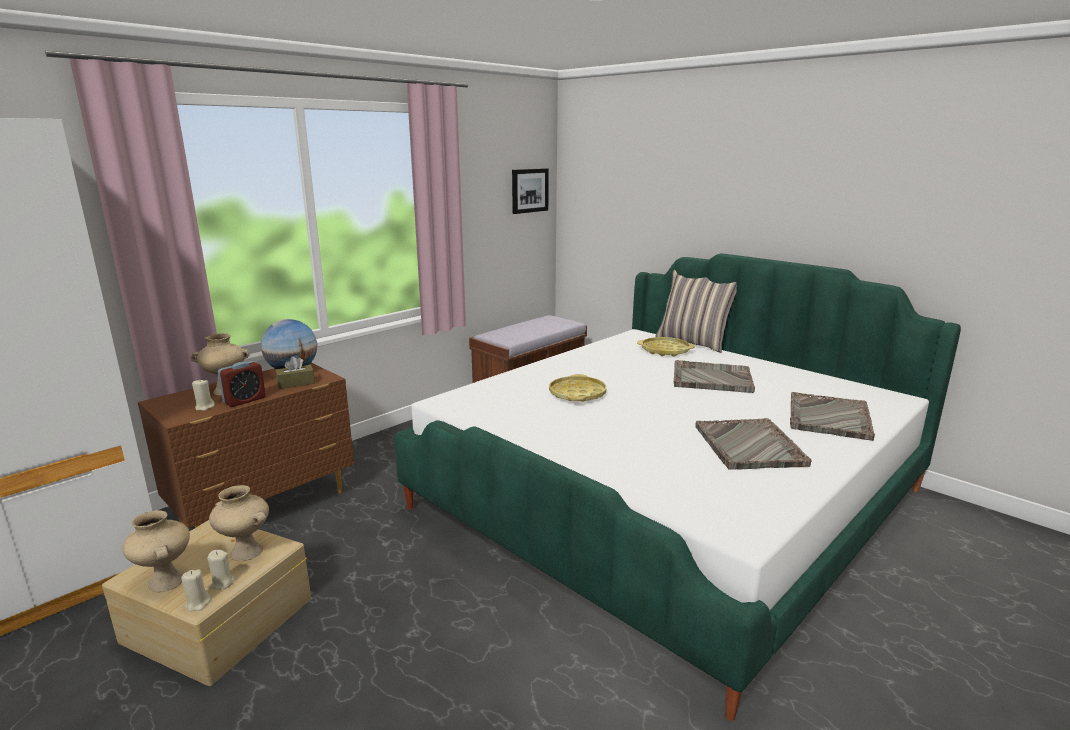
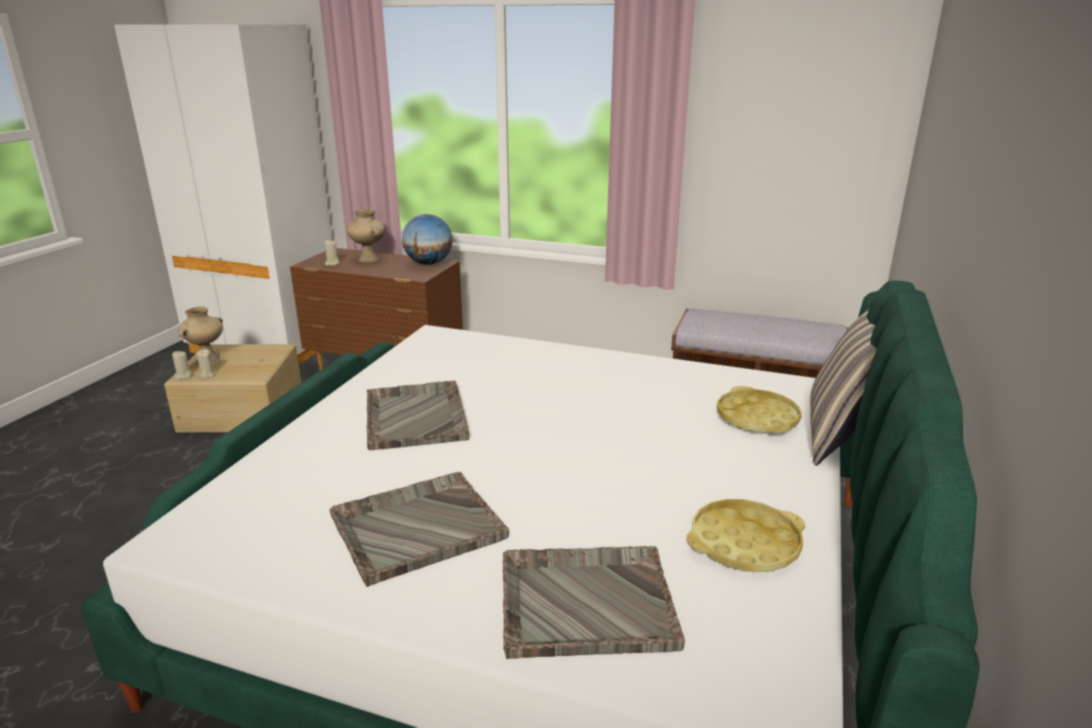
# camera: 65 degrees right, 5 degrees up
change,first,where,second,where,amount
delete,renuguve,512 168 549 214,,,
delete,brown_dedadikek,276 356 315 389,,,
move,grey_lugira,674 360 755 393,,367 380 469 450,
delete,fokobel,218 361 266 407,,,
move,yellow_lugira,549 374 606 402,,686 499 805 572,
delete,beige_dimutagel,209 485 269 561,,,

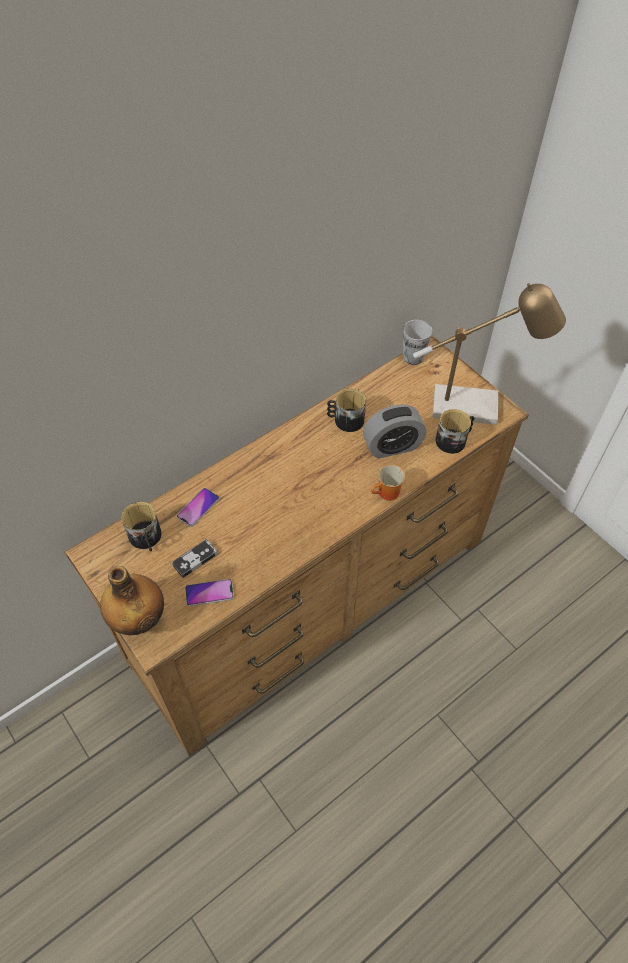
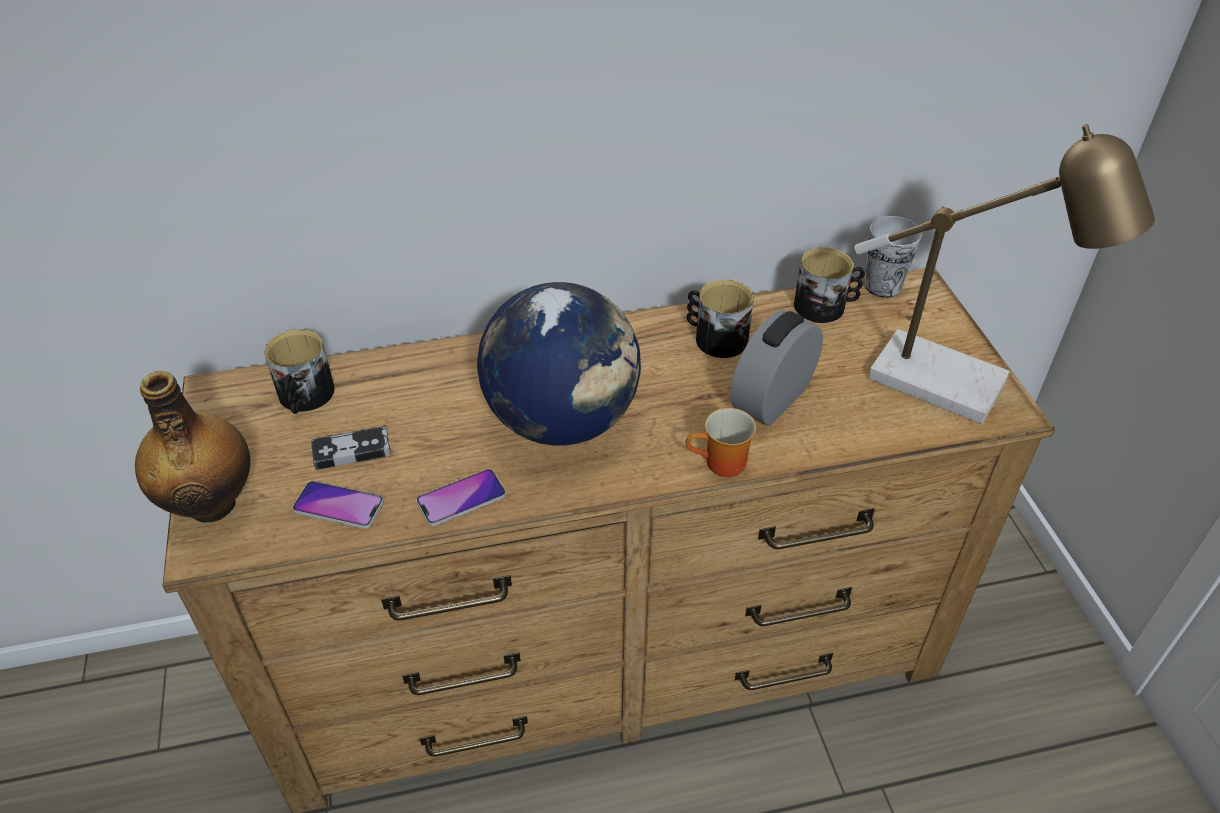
# camera: 25 degrees right, 10 degrees down
change,first,where,second,where,amount
rotate,fokobel,363 404 426 458,,730 310 823 425,120 degrees clockwise
move,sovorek,435 409 475 454,,794 247 865 323,
move,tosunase,177 488 219 527,,416 469 506 526,
insert,,,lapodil,477 282 641 446,

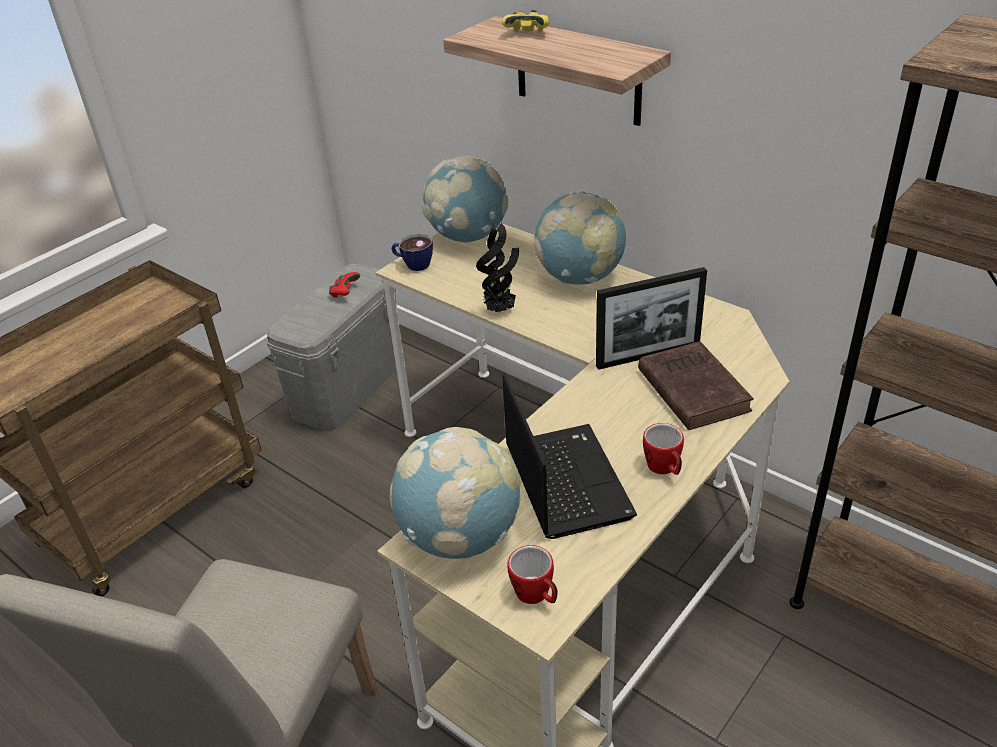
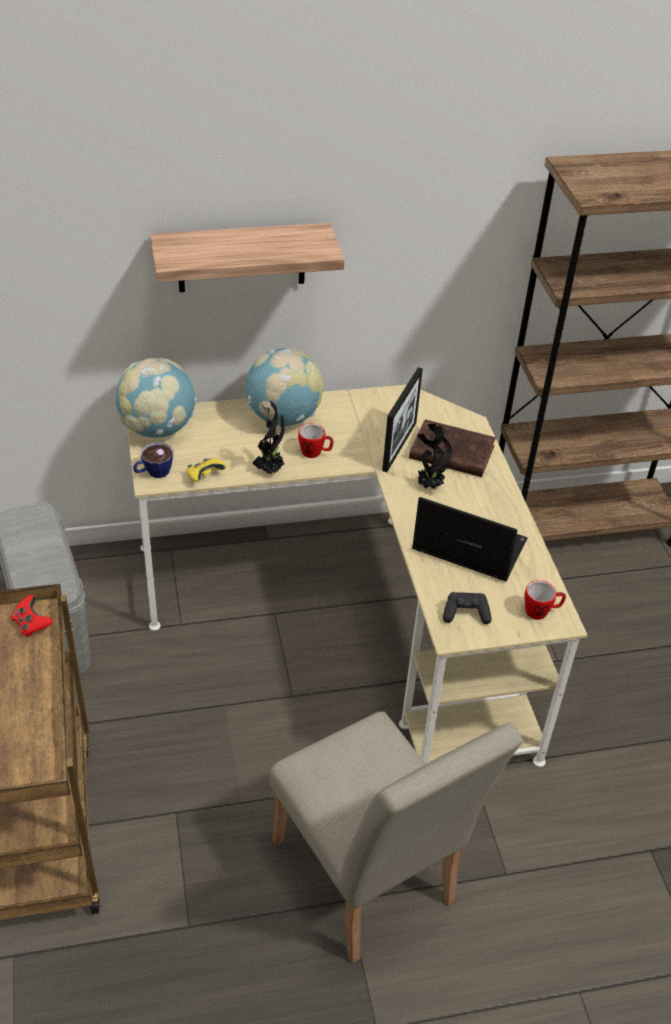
# camera: 55 degrees left, 5 degrees up
change,first,where,second,where,amount
move,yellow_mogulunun,502 10 549 31,,186 458 226 482,
move,red_mogulunun,329 272 360 298,,11 595 53 637,
move,sovorek,643 423 684 475,,298 423 333 458,
replace,lapodil,390 427 520 559,black_mogulunun,443 592 492 624,
insert,,,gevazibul,417 424 452 489,

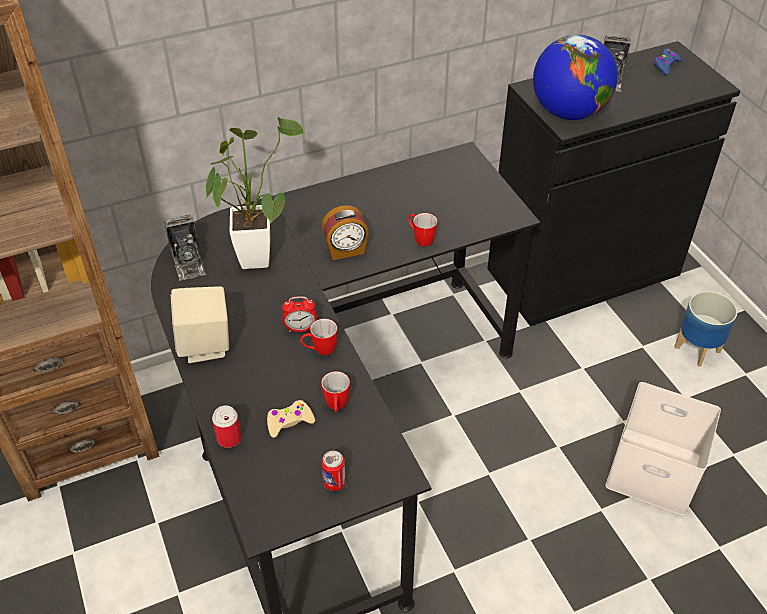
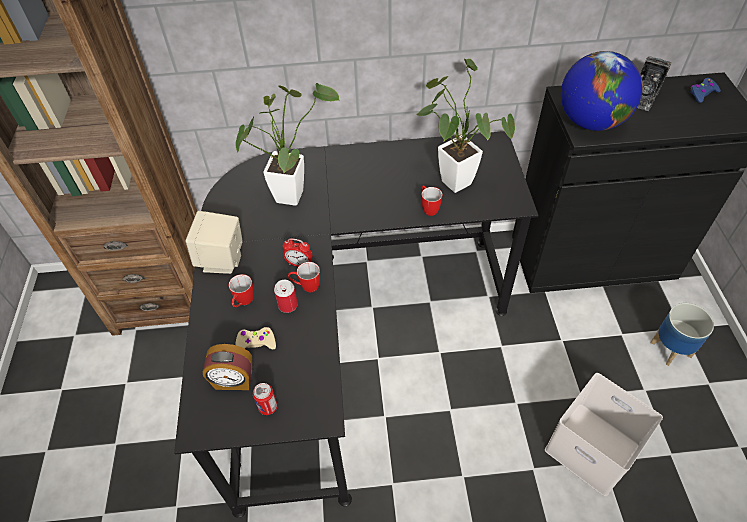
# camera: 20 degrees right, 5 degrees up
change,first,where,second,where,amount
move,fokobel,322 205 369 260,,203 344 252 390,
delete,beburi,164 214 206 281,,,
move,sovorek,321 371 350 412,,229 274 254 307,
move,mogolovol,212 406 242 448,,274 280 298 313,
insert,,,gevazibul,417 59 515 193,

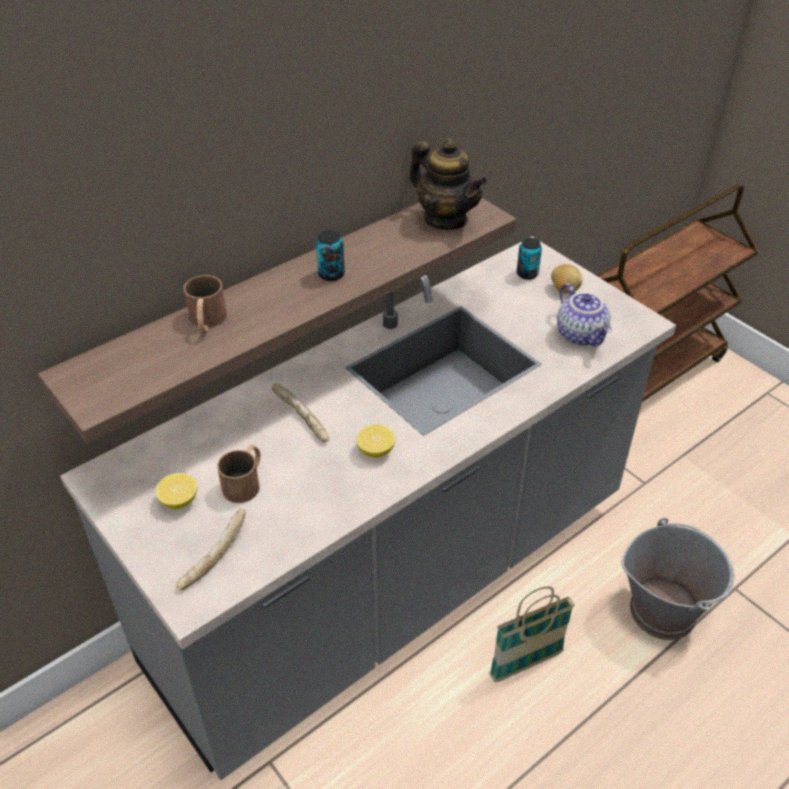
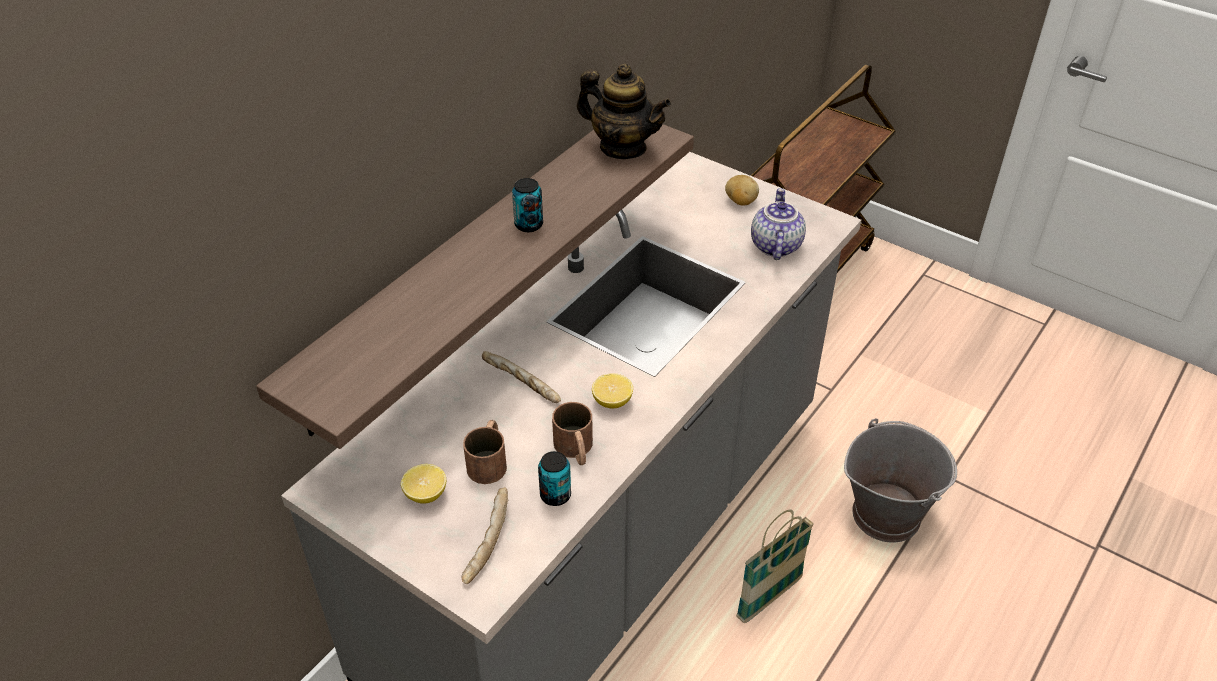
# camera: 15 degrees left, 0 degrees up
change,first,where,second,where,amount
move,mogolovol,517 238 542 280,,538 451 571 506,
move,brown_sovorek,184 275 227 333,,552 402 593 465,
rotate,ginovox,557 283 612 346,,751 188 806 260,135 degrees counterclockwise

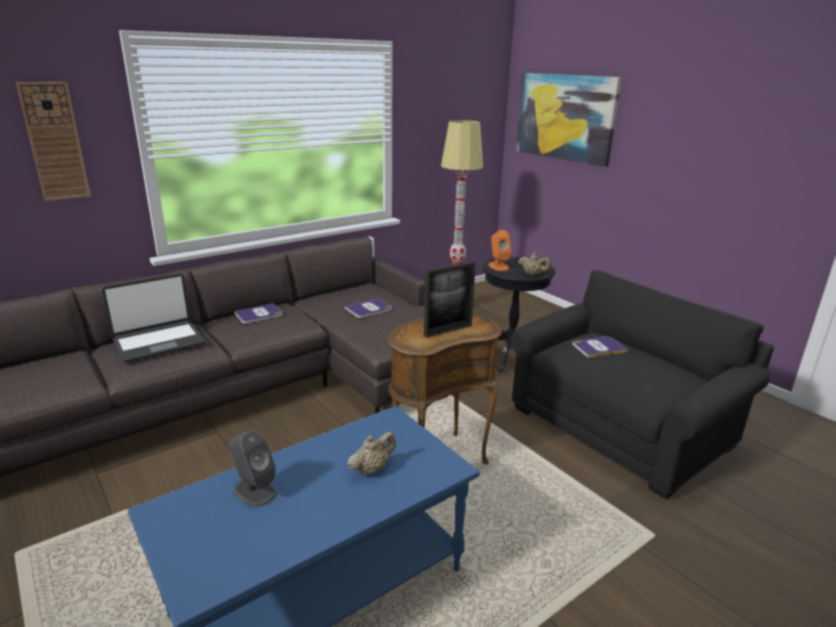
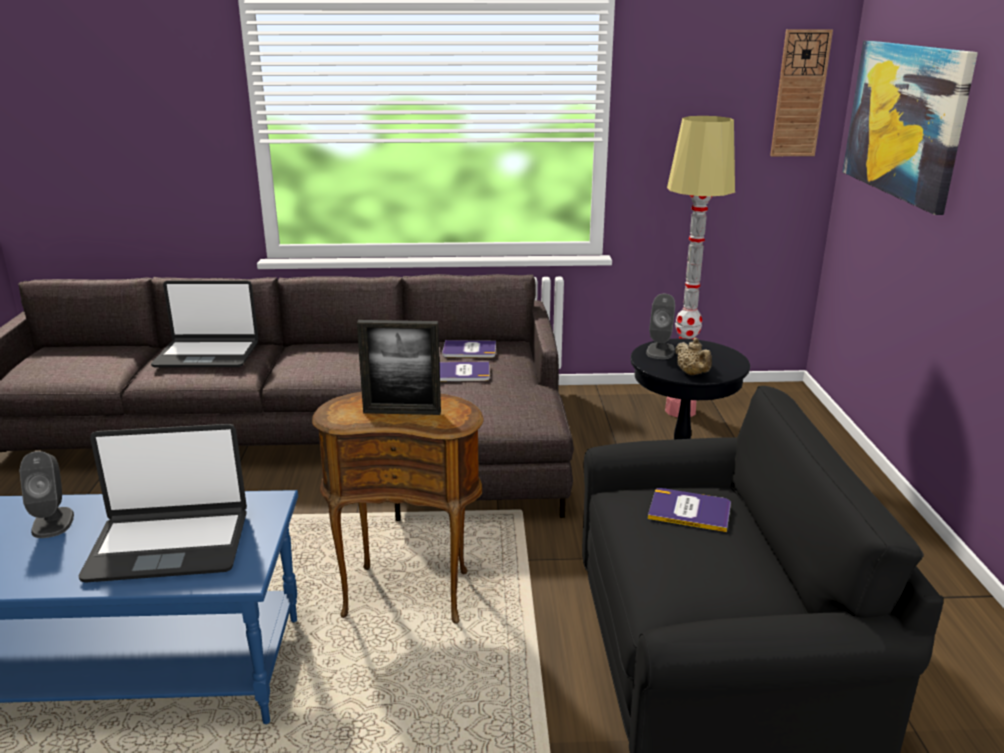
# camera: 35 degrees right, 0 degrees up
change,first,where,second,where,amount
move,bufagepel,16 82 91 201,,770 29 833 156,
recolor,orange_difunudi,489 230 511 271,grey_difunudi,646 294 675 359,
move,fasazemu,234 303 283 324,,442 340 496 358,
replace,beige_ginovox,347 432 396 476,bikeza,79 424 247 583,

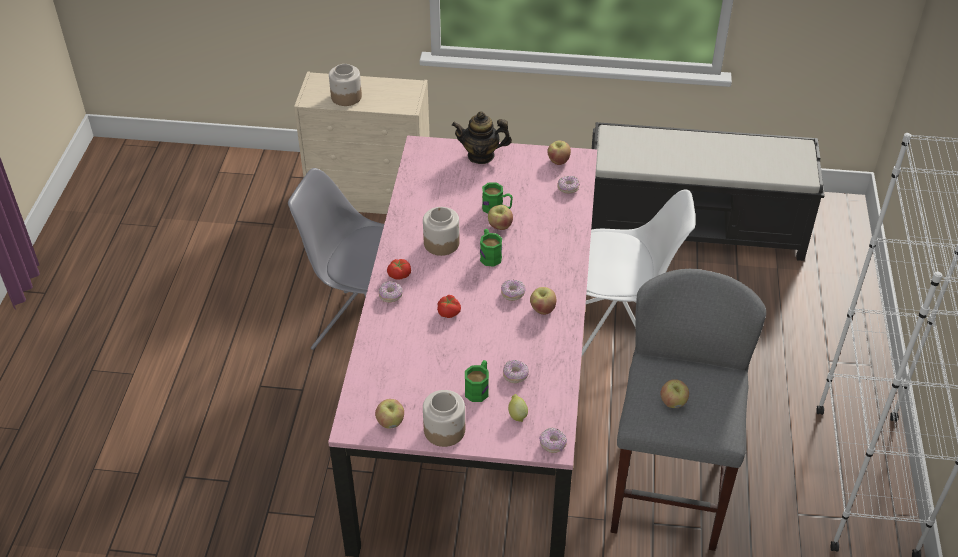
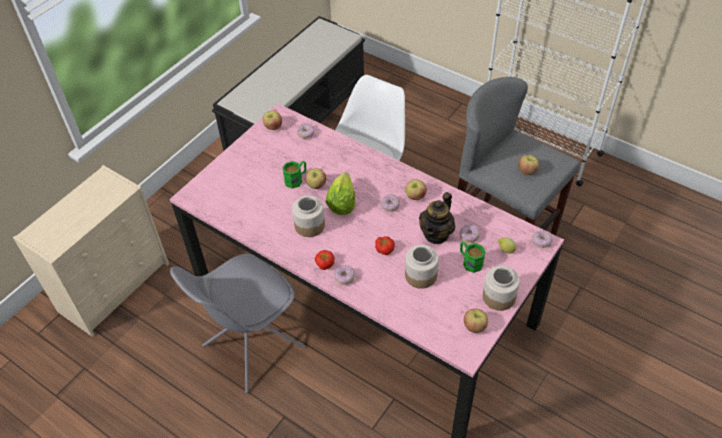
# camera: 60 degrees left, 5 degrees up
change,first,where,second,where,amount
move,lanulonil,329 64 362 106,,405 245 439 289,
move,ginovox,452 111 512 164,,419 192 455 244,
replace,green_sovorek,480 229 502 267,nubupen,325 172 356 215,

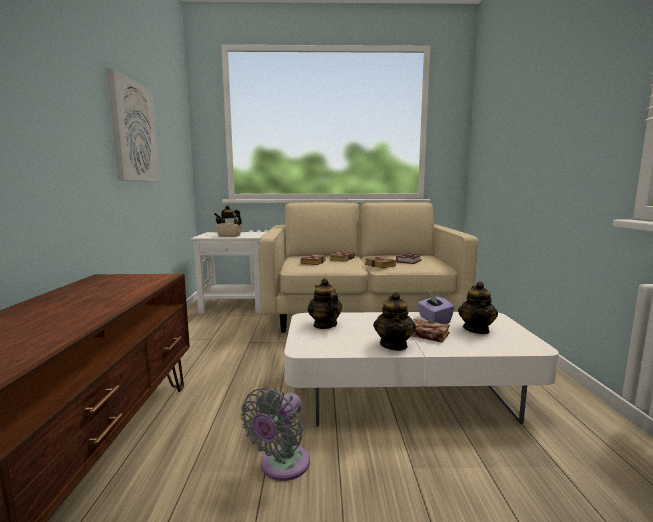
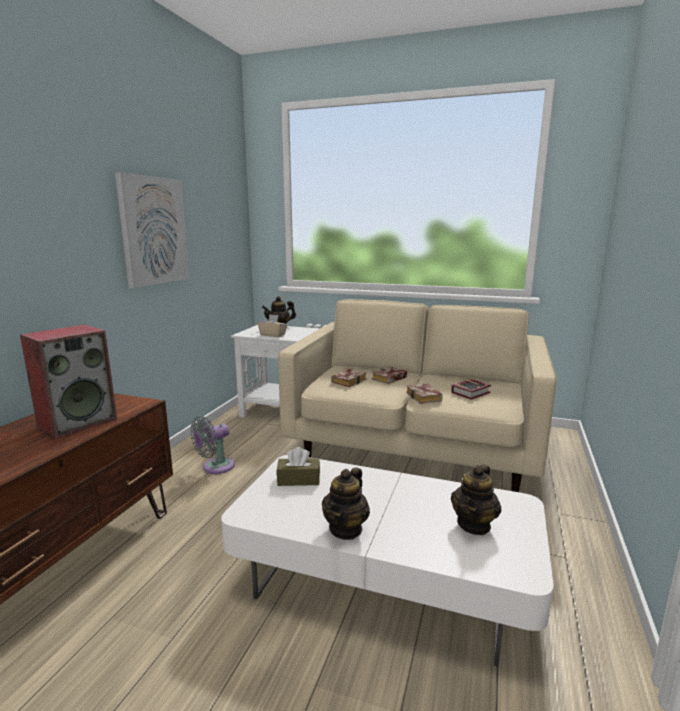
# camera: 20 degrees right, 5 degrees up
change,first,where,second,where,amount
replace,ginovox,308 278 342 329,brown_dedadikek,277 447 320 486,
delete,purple_dedadikek,417 292 454 324,,,
delete,fasazemu,411 319 450 343,,,
move,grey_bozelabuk,241 387 310 481,,190 416 235 474,
insert,,,difunudi,20 324 117 439,

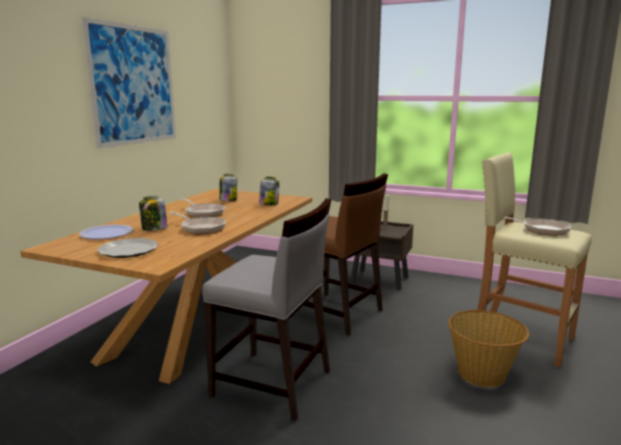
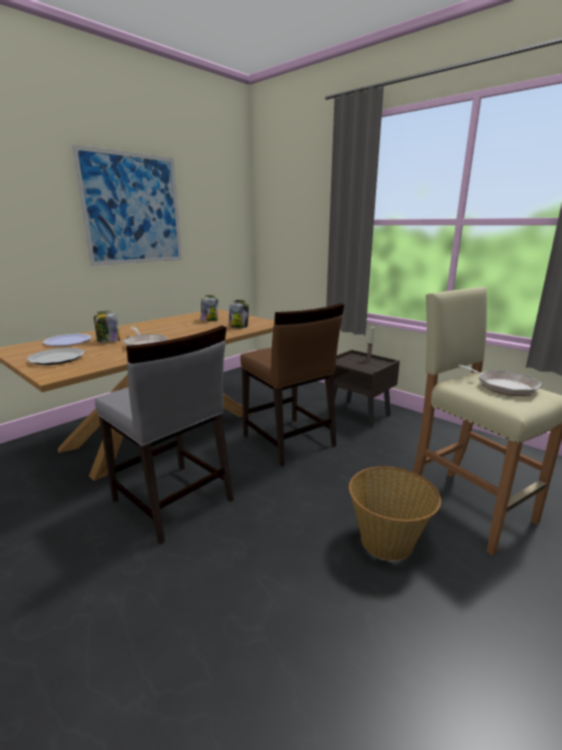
# camera: 20 degrees right, 5 degrees up
change,first,where,second,where,amount
delete,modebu,180 198 226 218,,,

